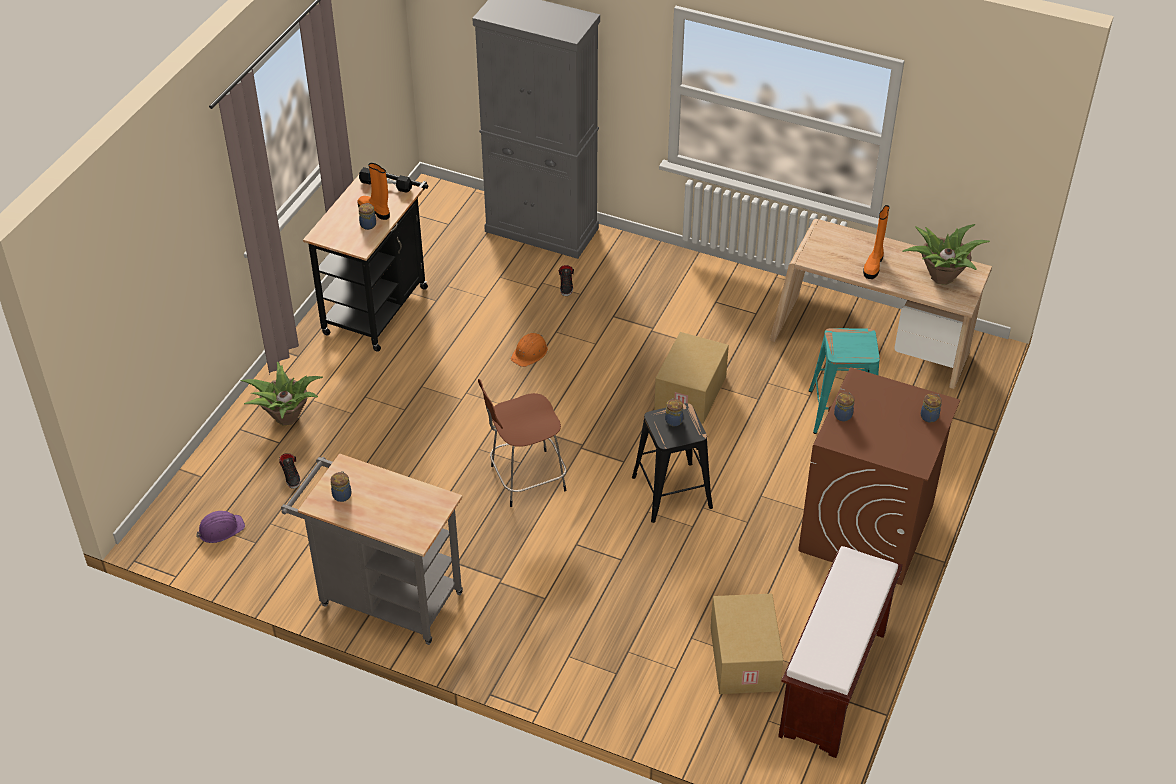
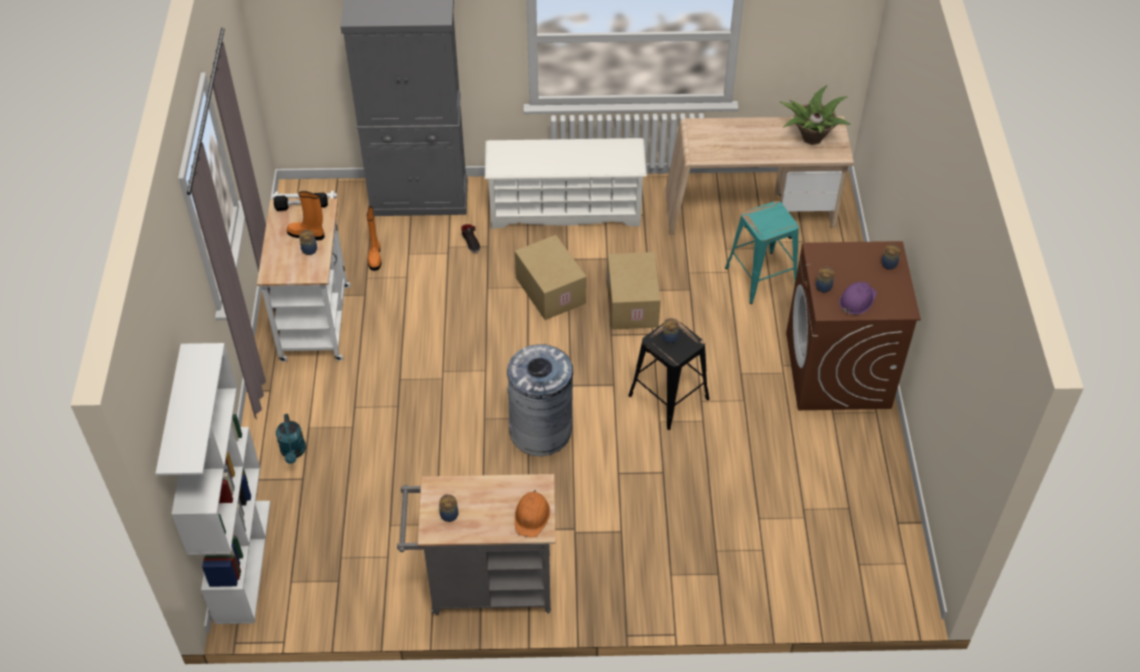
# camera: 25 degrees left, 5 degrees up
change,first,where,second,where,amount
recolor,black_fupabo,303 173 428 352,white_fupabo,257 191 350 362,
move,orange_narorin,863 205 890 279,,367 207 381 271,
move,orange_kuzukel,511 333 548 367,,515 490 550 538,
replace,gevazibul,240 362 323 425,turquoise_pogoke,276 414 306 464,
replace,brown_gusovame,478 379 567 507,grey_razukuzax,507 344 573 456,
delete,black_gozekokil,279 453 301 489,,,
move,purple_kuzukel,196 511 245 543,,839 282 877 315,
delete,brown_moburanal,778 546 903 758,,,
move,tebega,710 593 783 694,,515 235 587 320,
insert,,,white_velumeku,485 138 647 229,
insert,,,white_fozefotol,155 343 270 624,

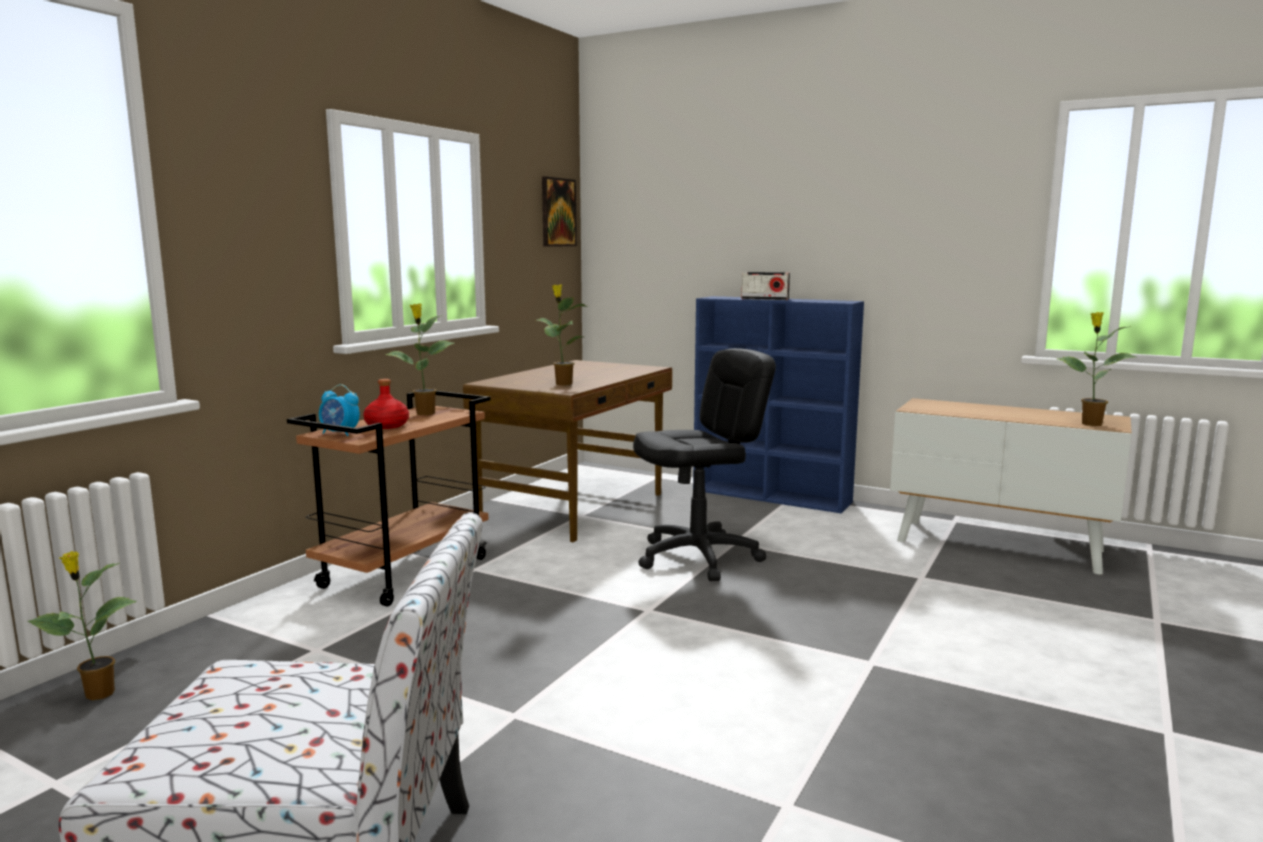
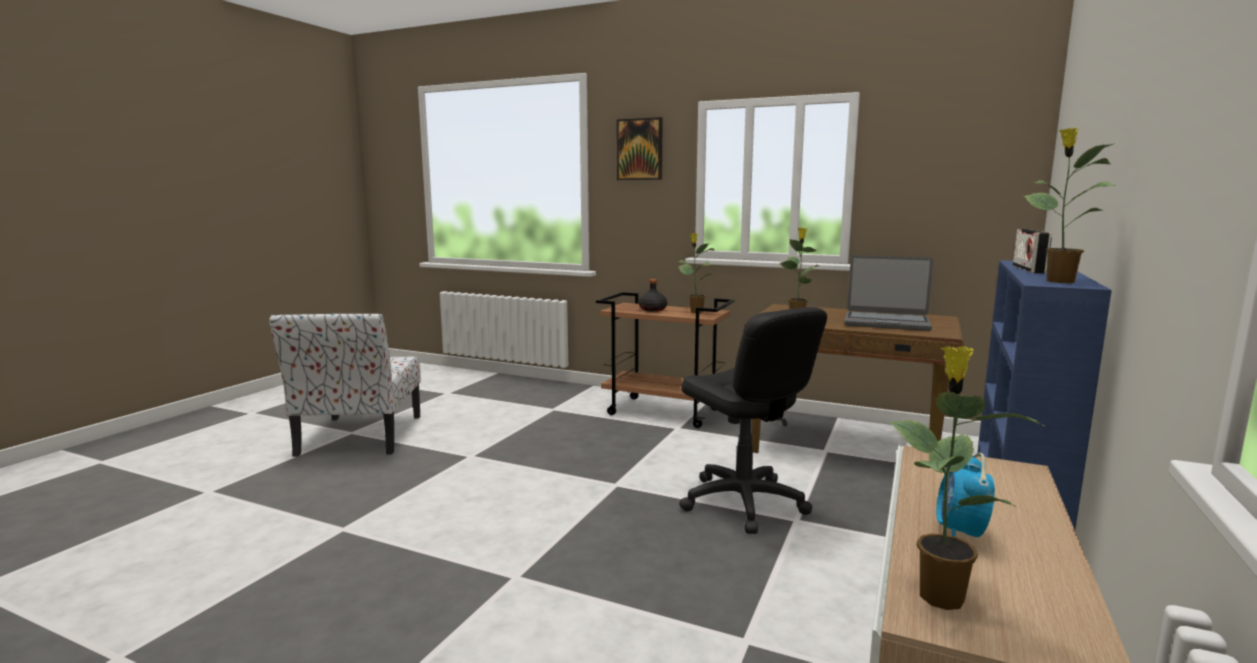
# camera: 85 degrees right, 0 degrees up
change,first,where,second,where,amount
move,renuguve,542 176 577 246,,617 117 663 180,
recolor,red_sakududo,363 379 409 429,black_sakududo,639 279 667 312,
move,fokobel,319 384 360 436,,936 453 995 537,
move,gevazibul,27 551 137 700,,1024 127 1115 283,
insert,,,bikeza,844 255 933 331,

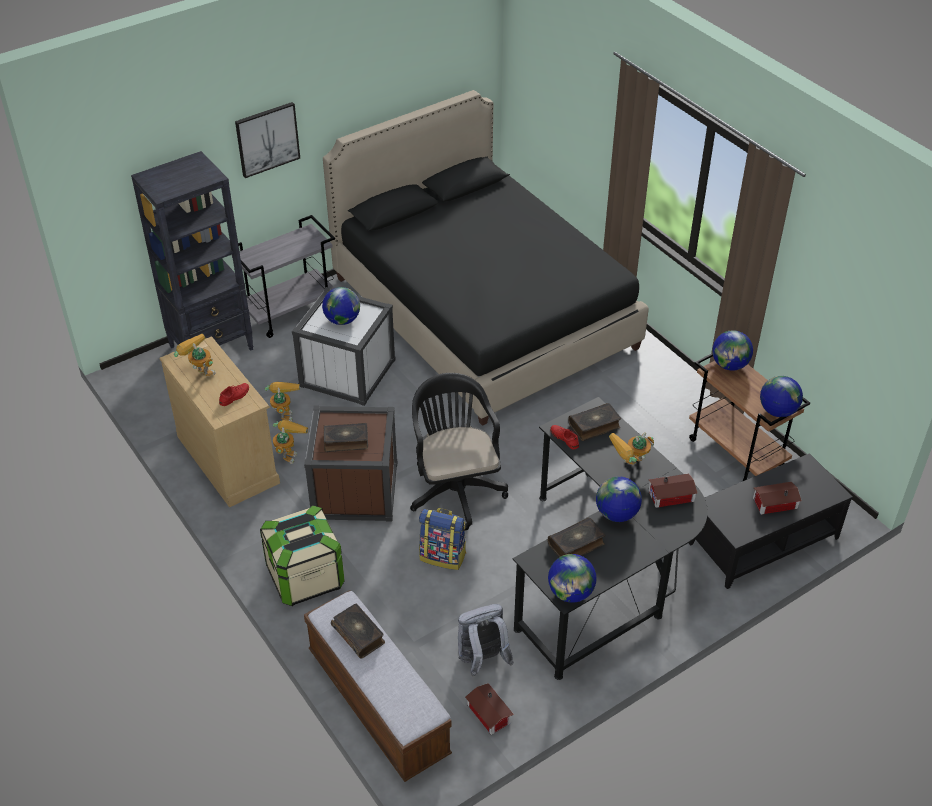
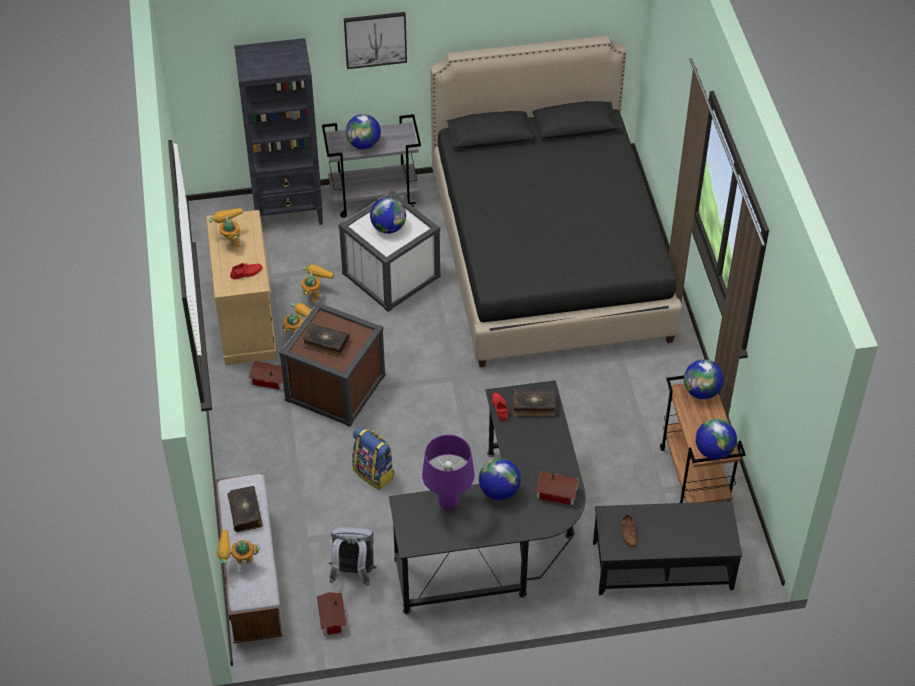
# camera: 25 degrees right, 5 degrees up
change,first,where,second,where,amount
delete,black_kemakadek,410 373 508 531,,,
move,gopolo,609 432 654 465,,217 530 260 564,
move,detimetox,753 482 802 515,,248 361 284 390,
delete,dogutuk,260 505 345 606,,,
replace,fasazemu,548 518 605 557,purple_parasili,422 435 475 511,
move,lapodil,548 554 596 603,,346 114 381 149,
insert,,,brown_gozekokil,621 514 637 547,

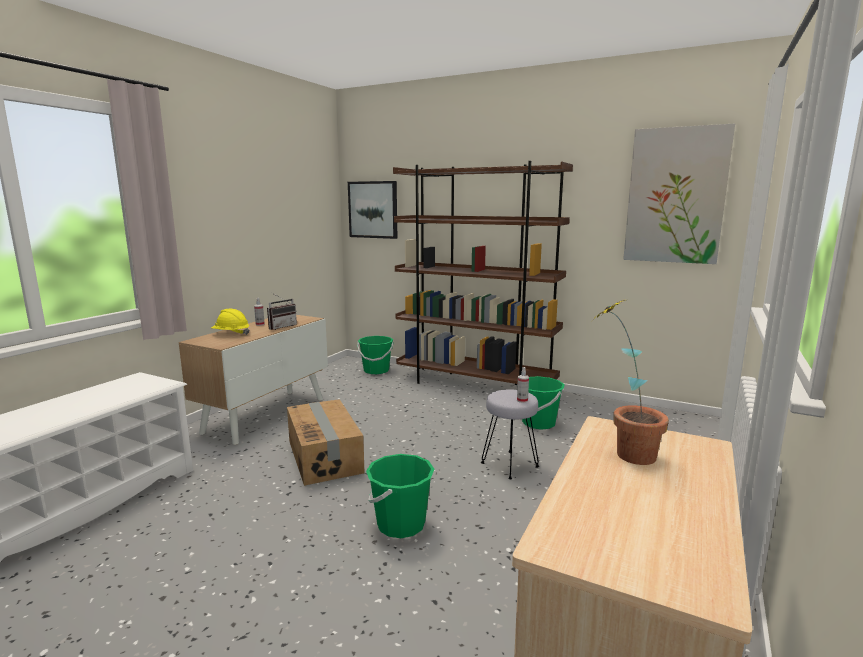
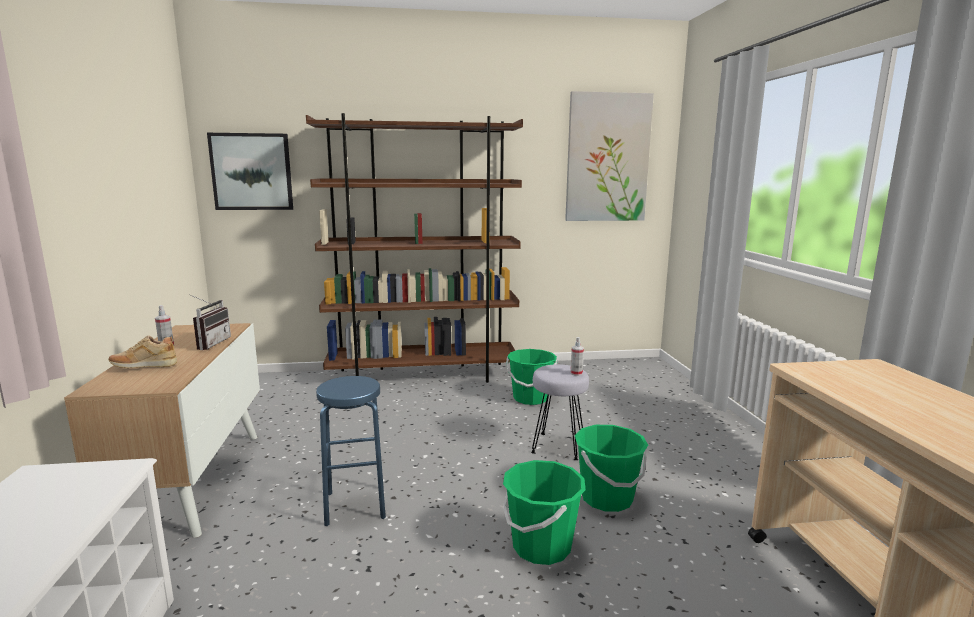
# camera: 35 degrees left, 0 degrees up
change,first,where,second,where,amount
delete,gevazibul,593 300 669 465,,,
replace,yellow_kuzukel,211 309 250 335,beige_gozekokil,108 335 177 368,
move,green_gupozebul,357 336 393 374,,575 425 648 512,
replace,tebega,287 399 364 486,blue_gusovame,316 376 386 526,

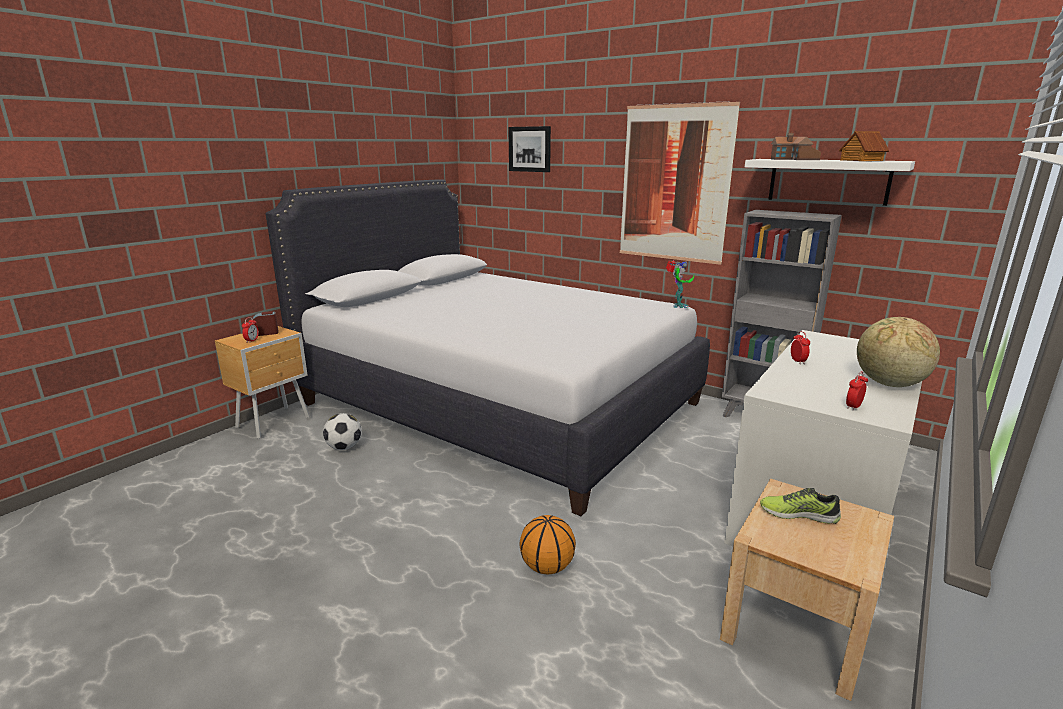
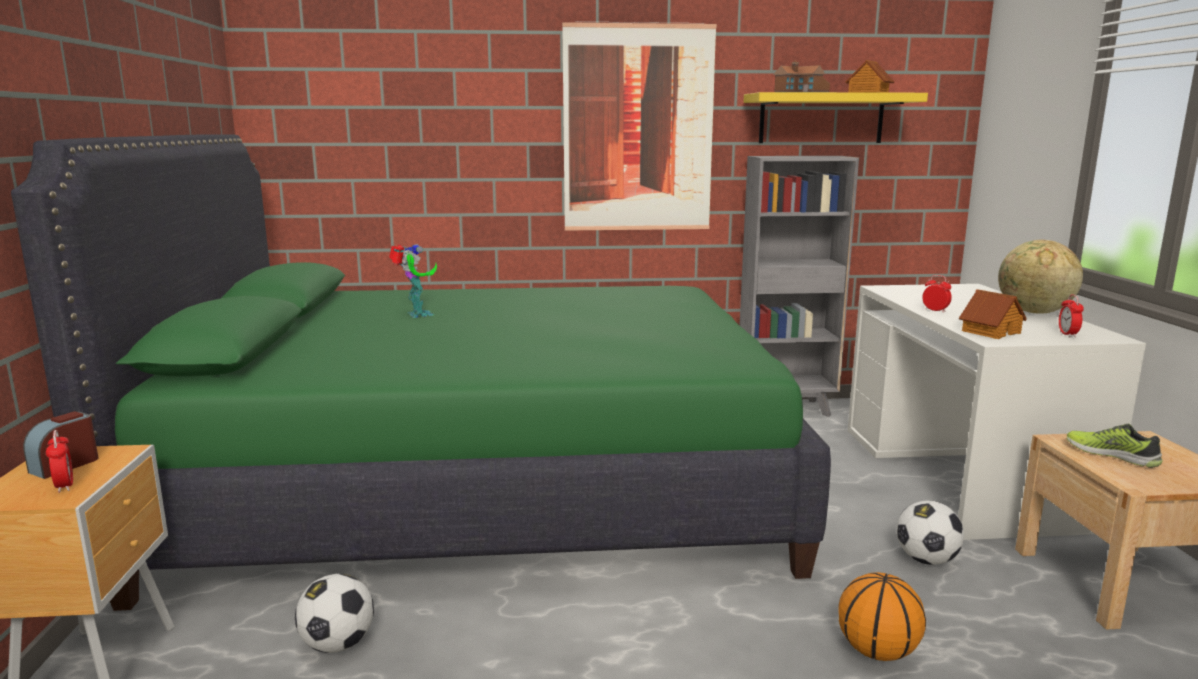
# camera: 40 degrees left, 5 degrees down
change,first,where,second,where,amount
delete,renuguve,508 126 551 172,,,
recolor,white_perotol,745 159 915 206,yellow_perotol,744 92 928 143,
recolor,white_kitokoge,266 179 710 516,green_kitokoge,11 134 831 611,
move,gopolo,666 260 694 308,,389 244 437 318,
rotate,gozekokil,760 488 841 524,,1067 424 1162 468,75 degrees clockwise
insert,,,detimetox,959 289 1027 339,
insert,,,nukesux,897 500 964 565,

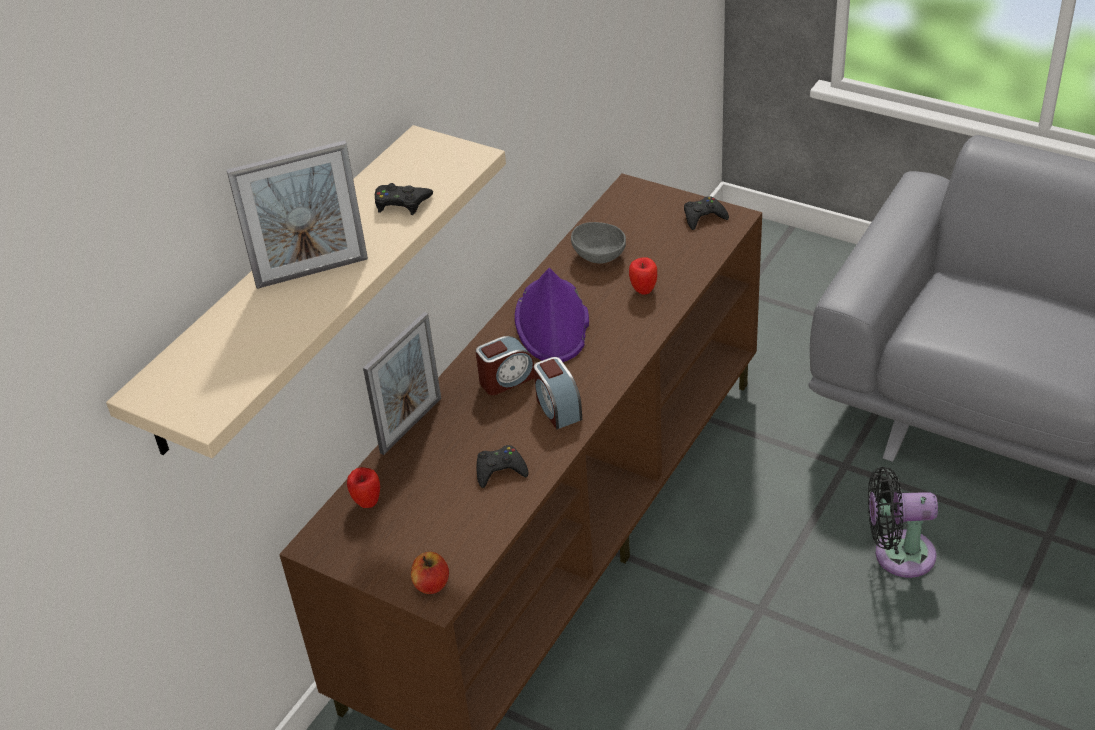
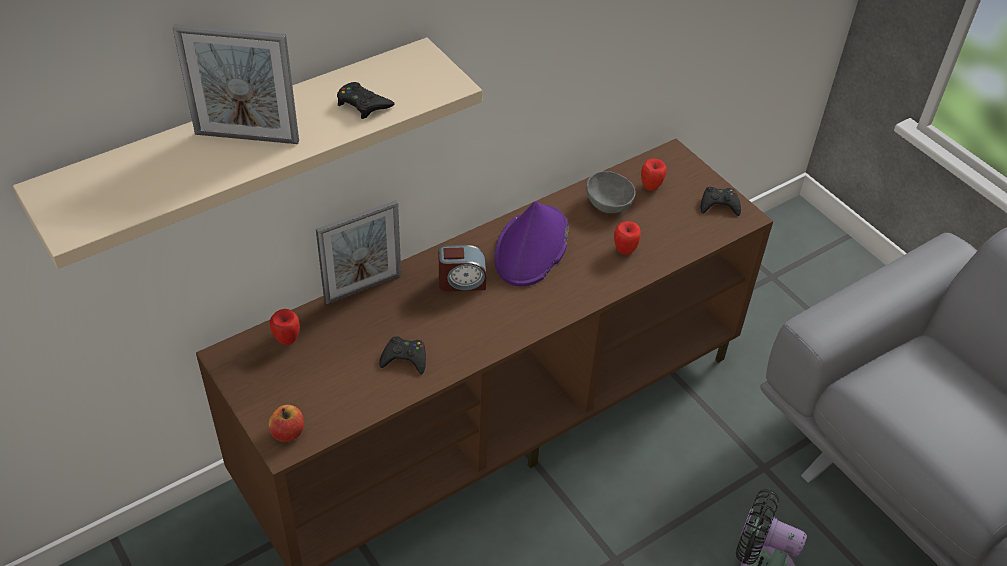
# camera: 20 degrees right, 5 degrees up
change,first,where,second,where,amount
delete,fokobel,534 357 582 429,,,
insert,,,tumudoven,641 159 667 191,

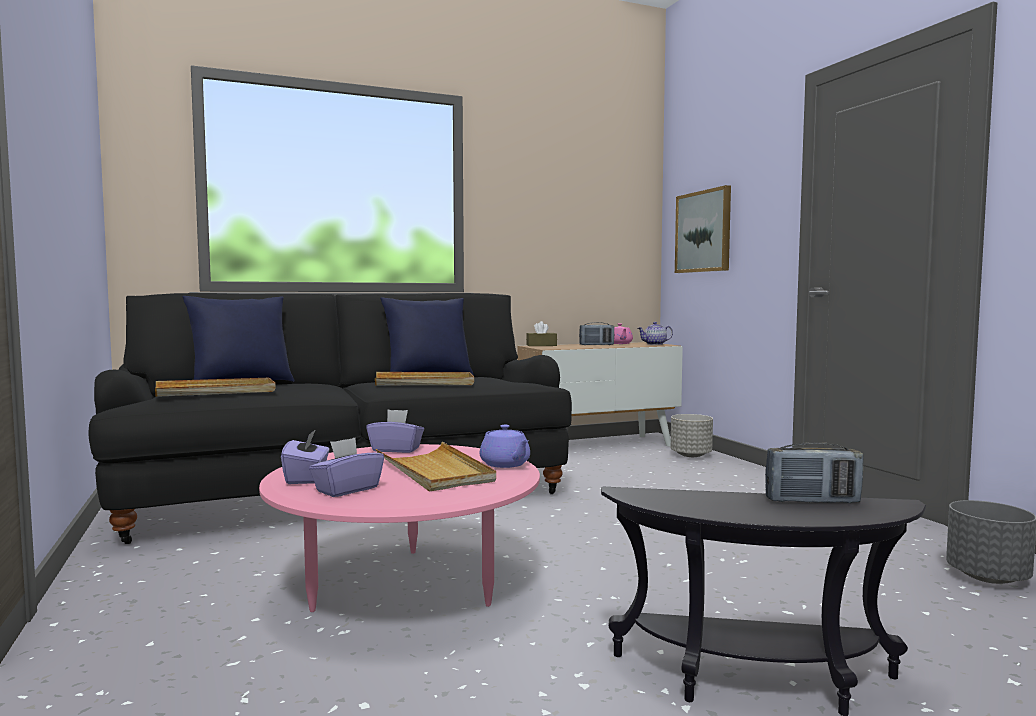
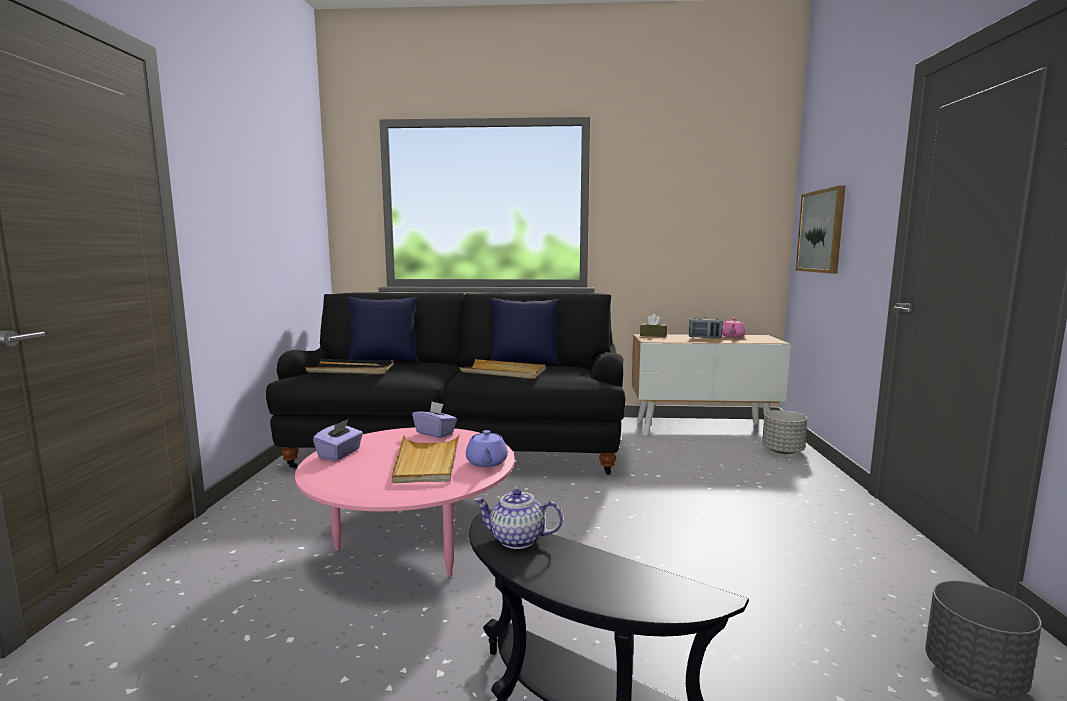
# camera: 25 degrees right, 5 degrees up
change,first,where,second,where,amount
move,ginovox,638 322 673 345,,474 489 563 549,
recolor,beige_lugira,155 377 276 397,black_lugira,304 359 394 374,
delete,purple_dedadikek,309 438 384 497,,,
delete,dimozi,765 442 863 503,,,

